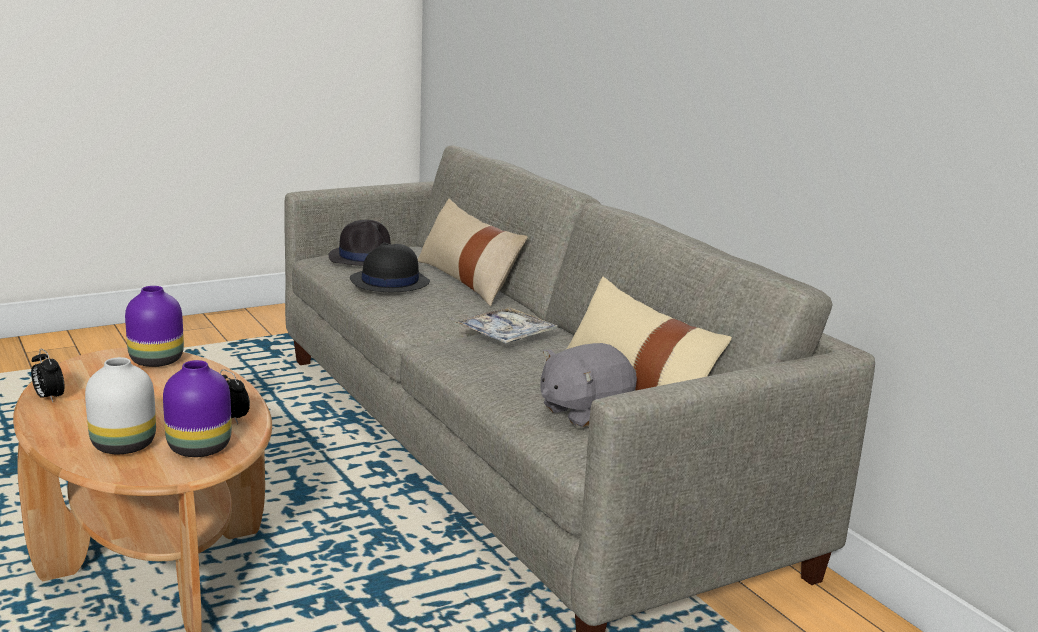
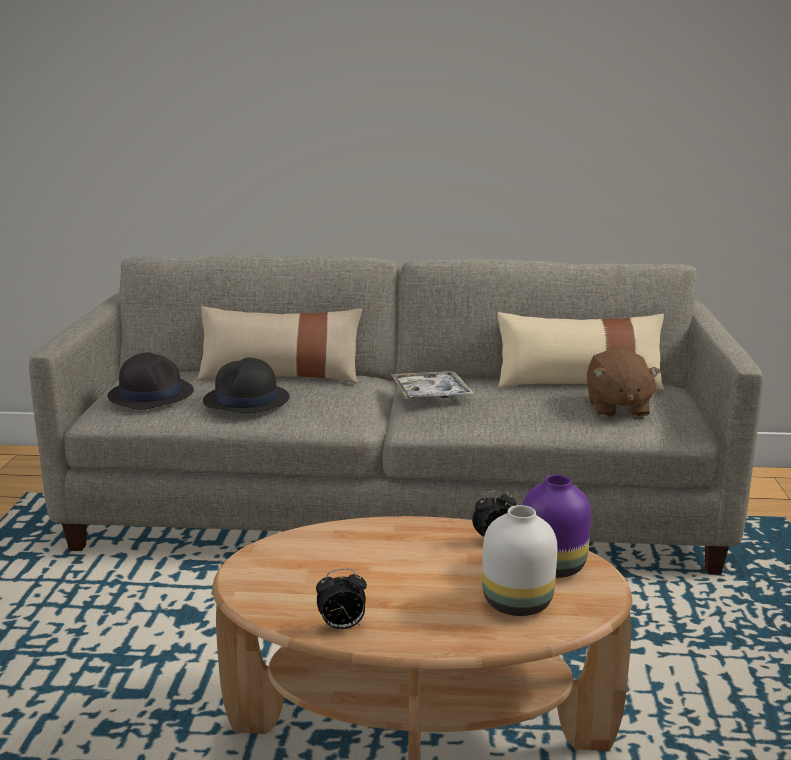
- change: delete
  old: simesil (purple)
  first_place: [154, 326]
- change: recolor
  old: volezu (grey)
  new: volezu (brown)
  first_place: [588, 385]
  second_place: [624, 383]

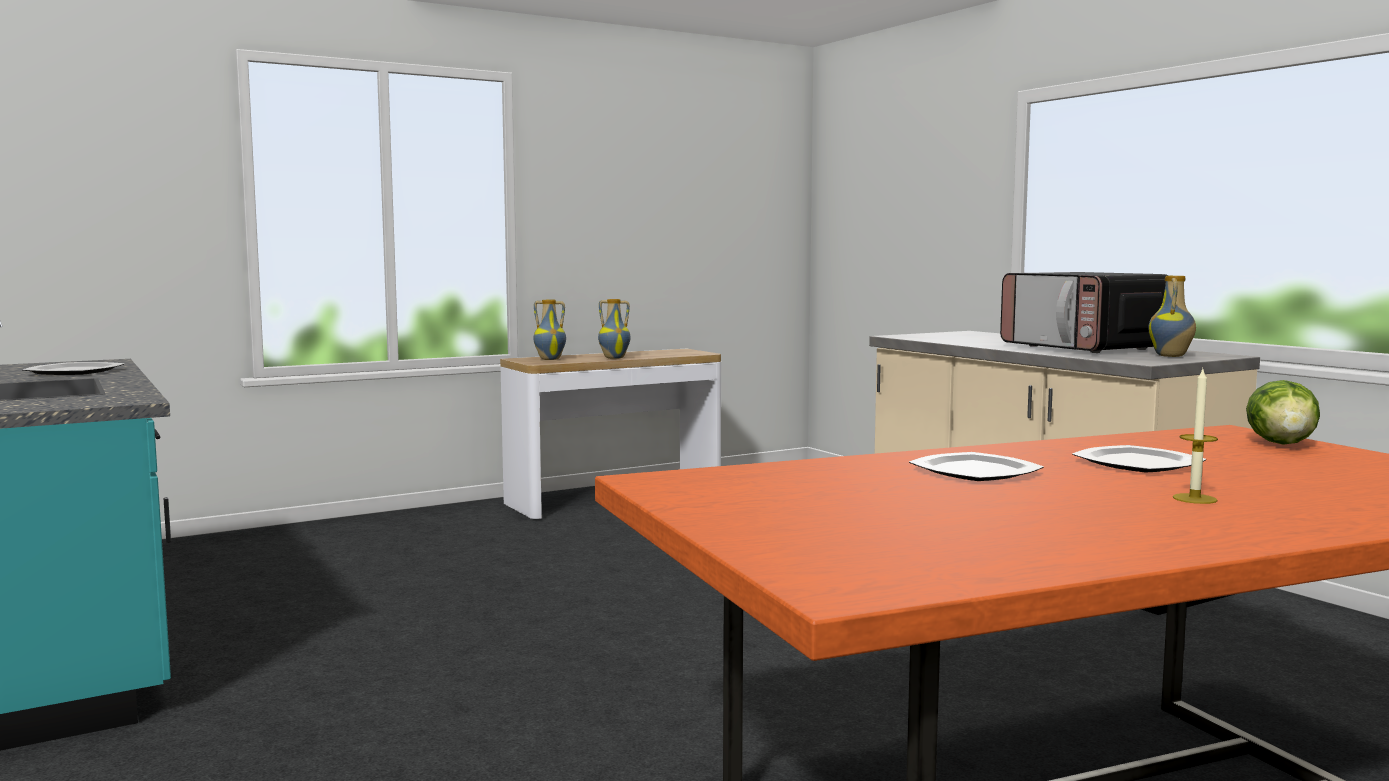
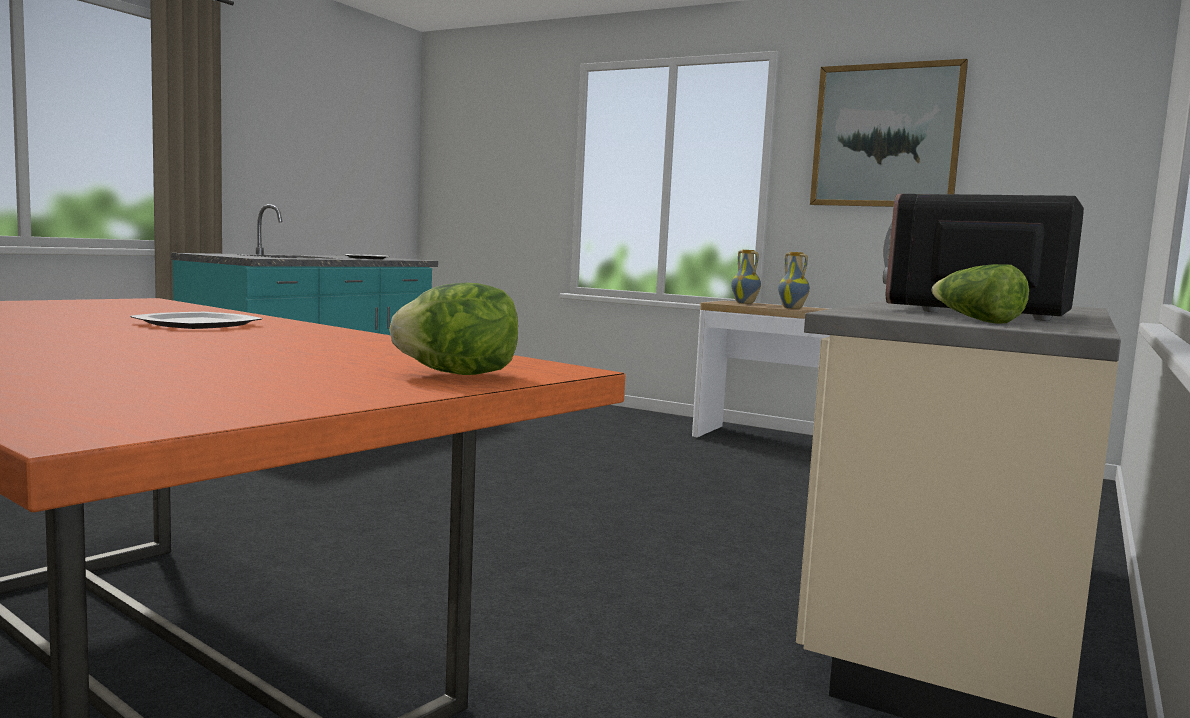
- change: replace
  old: simesil
  new: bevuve
  first_place: [1172, 316]
  second_place: [980, 294]
- change: delete
  old: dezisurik
  first_place: [1195, 436]
- change: delete
  old: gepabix
  first_place: [1139, 459]
- change: insert
  new: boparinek
  second_place: [889, 133]

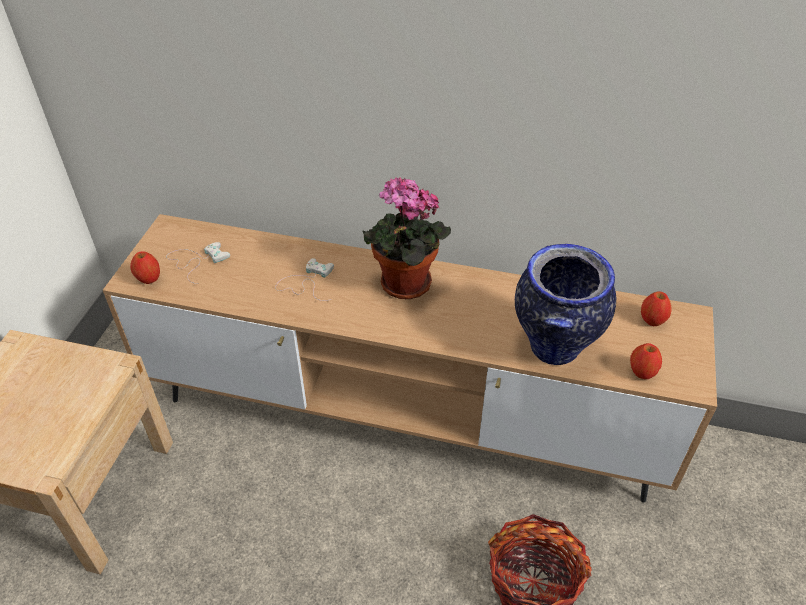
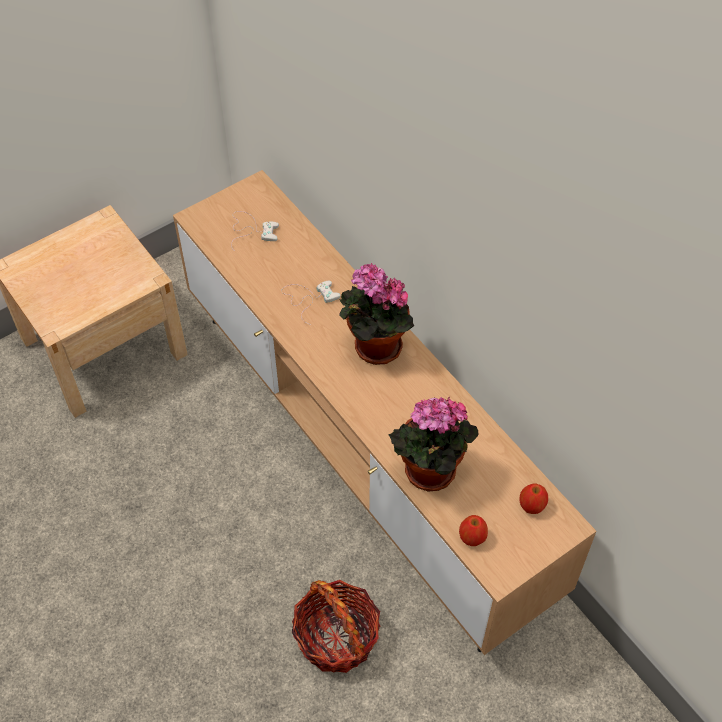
- change: replace
  old: simesil
  new: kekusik
  first_place: [565, 304]
  second_place: [433, 444]
- change: delete
  old: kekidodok
  first_place: [145, 267]

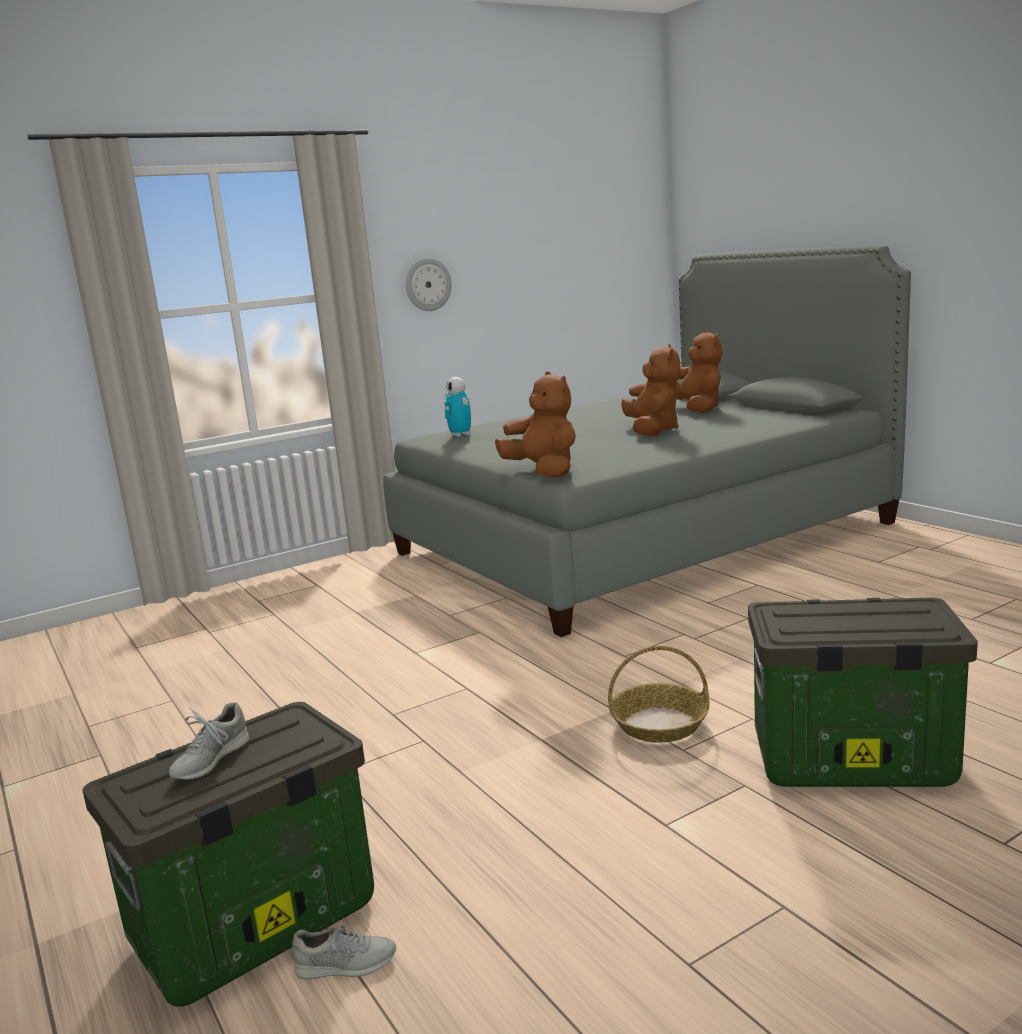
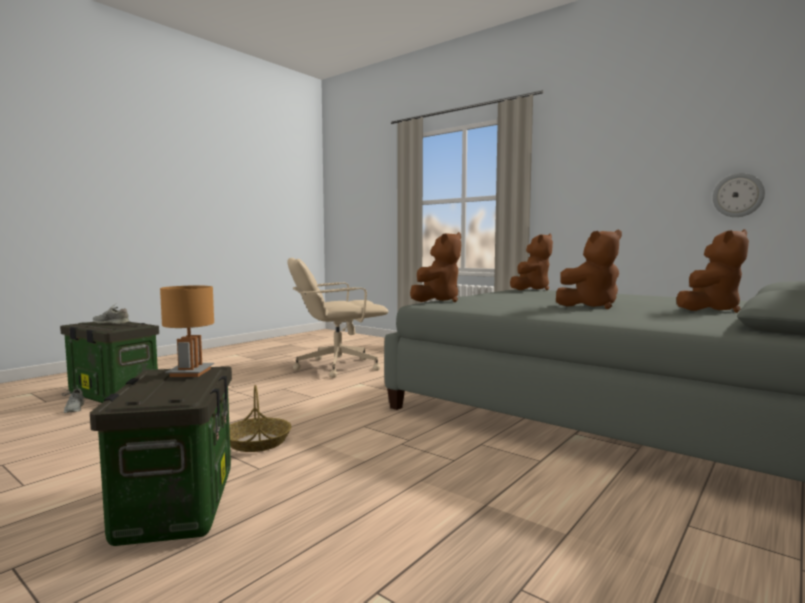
- change: move
  old: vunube
  first_place: [429, 284]
  second_place: [739, 195]
- change: replace
  old: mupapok
  new: volezu (brown)
  first_place: [458, 407]
  second_place: [531, 262]
- change: insert
  new: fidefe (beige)
  second_place: [337, 318]
- change: insert
  new: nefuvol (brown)
  second_place: [187, 331]

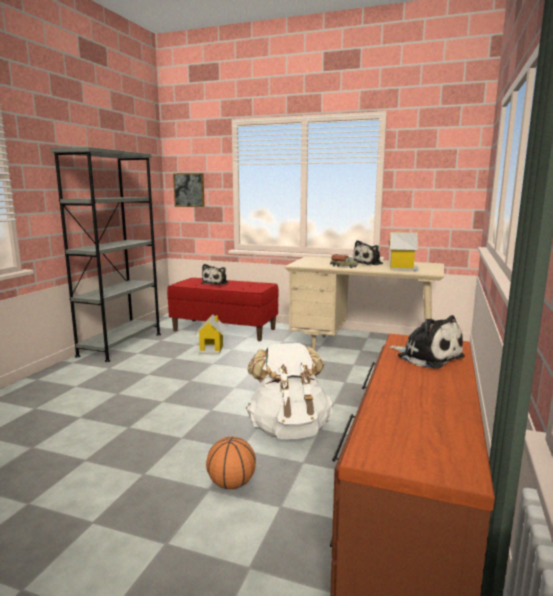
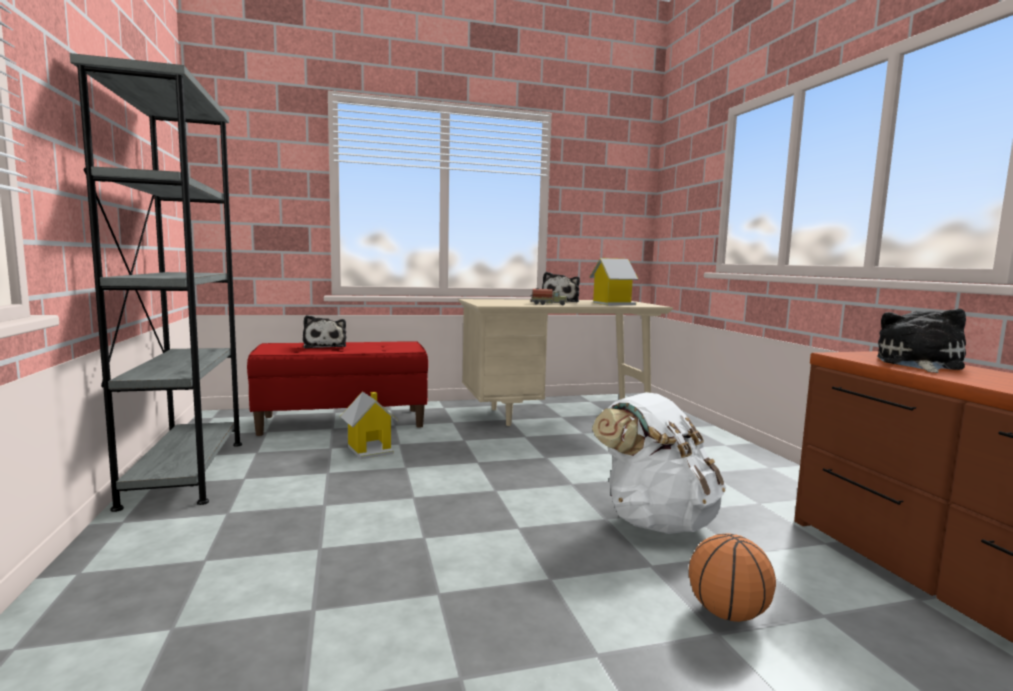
- change: delete
  old: boparinek
  first_place: [189, 190]
- change: rotate
  old: volezu
  first_place: [427, 342]
  second_place: [921, 341]
  degrees: -75

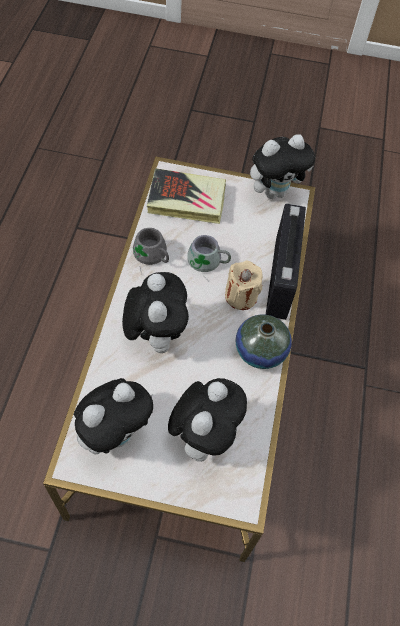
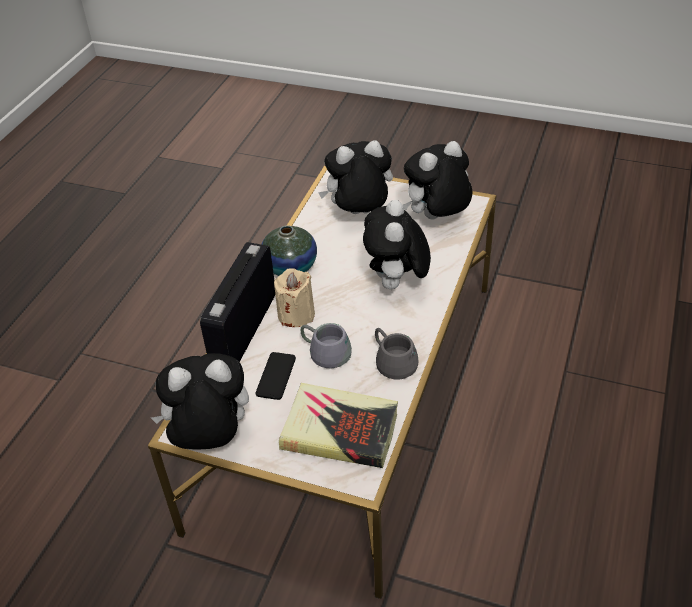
- change: rotate
  old: volezu
  first_place: [207, 420]
  second_place: [355, 177]
  degrees: 45
- change: insert
  new: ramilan
  second_place: [276, 376]

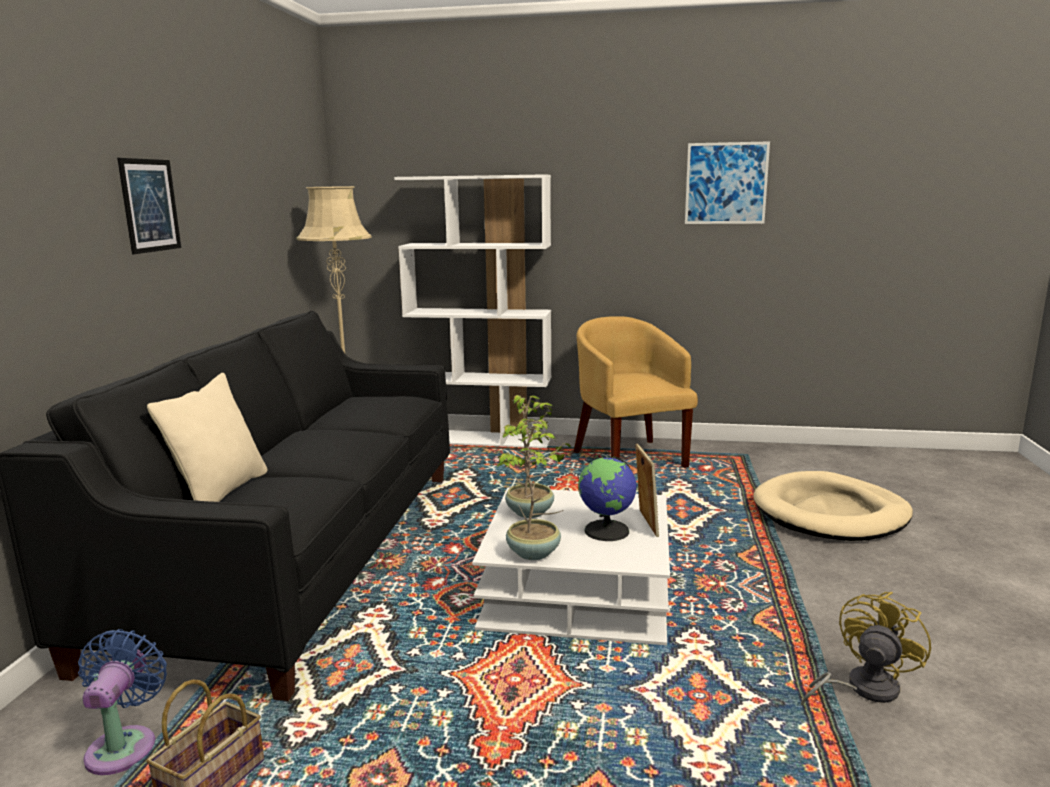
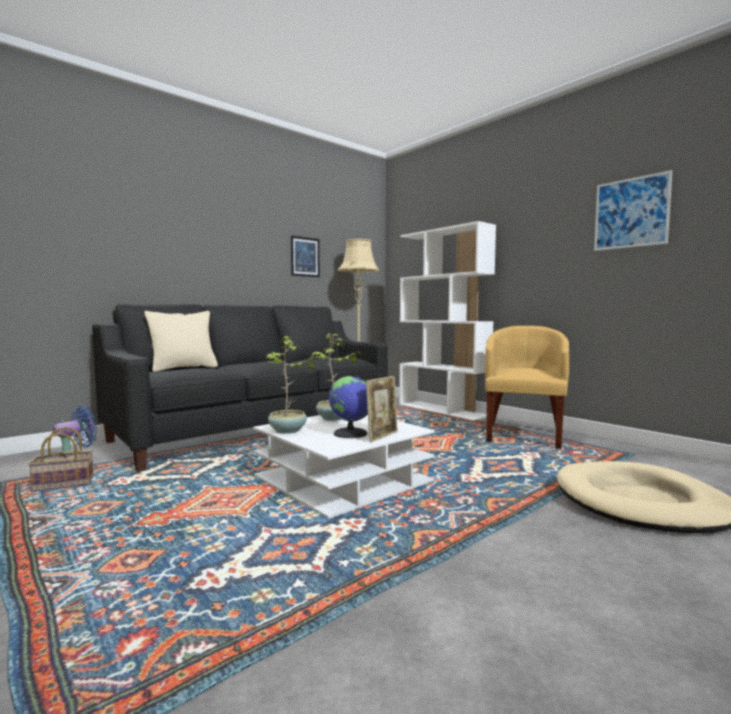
- change: move
  old: boparinek
  first_place: [149, 206]
  second_place: [305, 256]
- change: delete
  old: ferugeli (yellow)
  first_place: [866, 649]

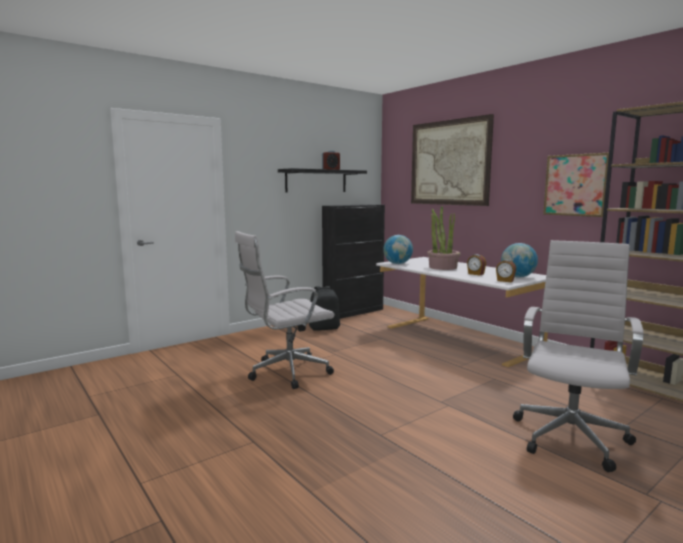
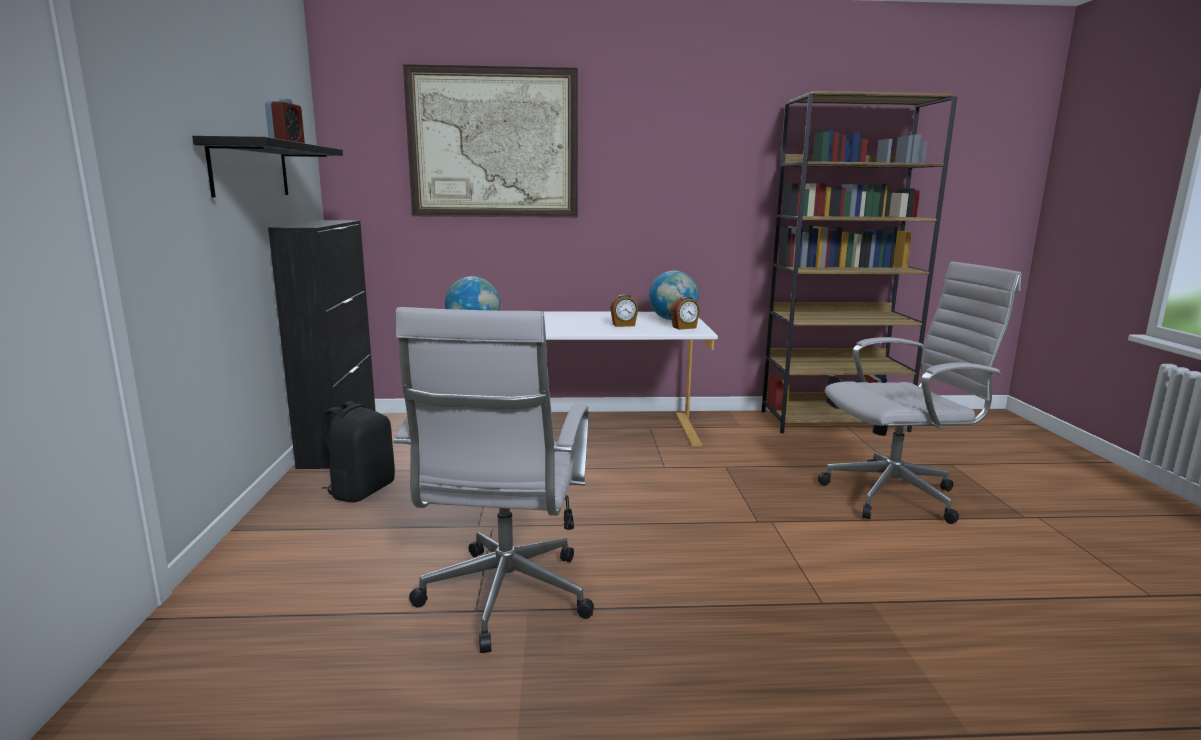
- change: delete
  old: boparinek
  first_place: [576, 185]
- change: delete
  old: kekusik
  first_place: [444, 238]
- change: rotate
  old: fidefe (white)
  first_place: [578, 356]
  second_place: [920, 392]
  degrees: 105

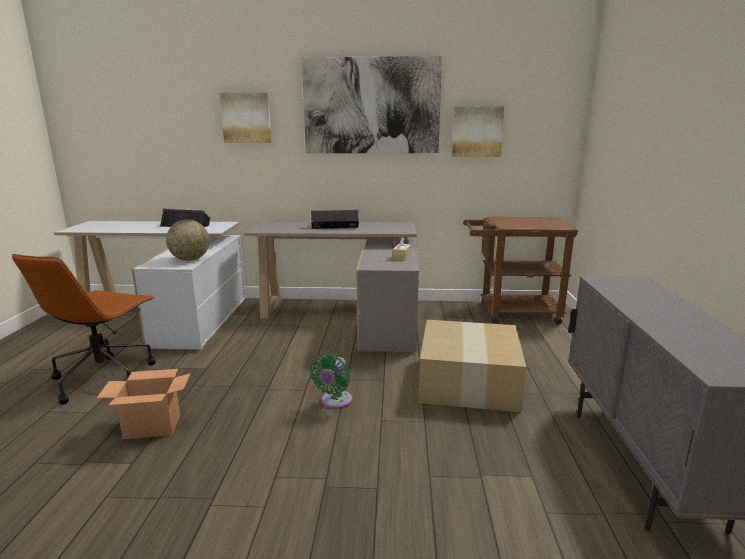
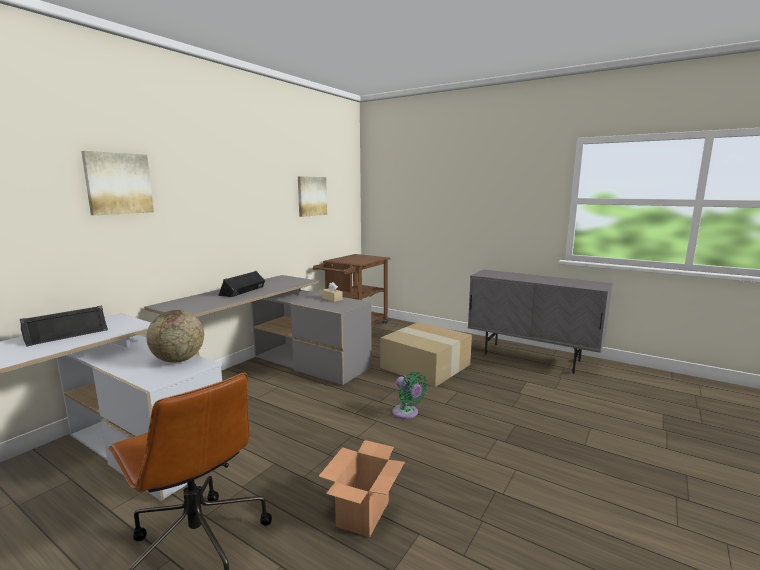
- change: delete
  old: boparinek
  first_place: [372, 104]

